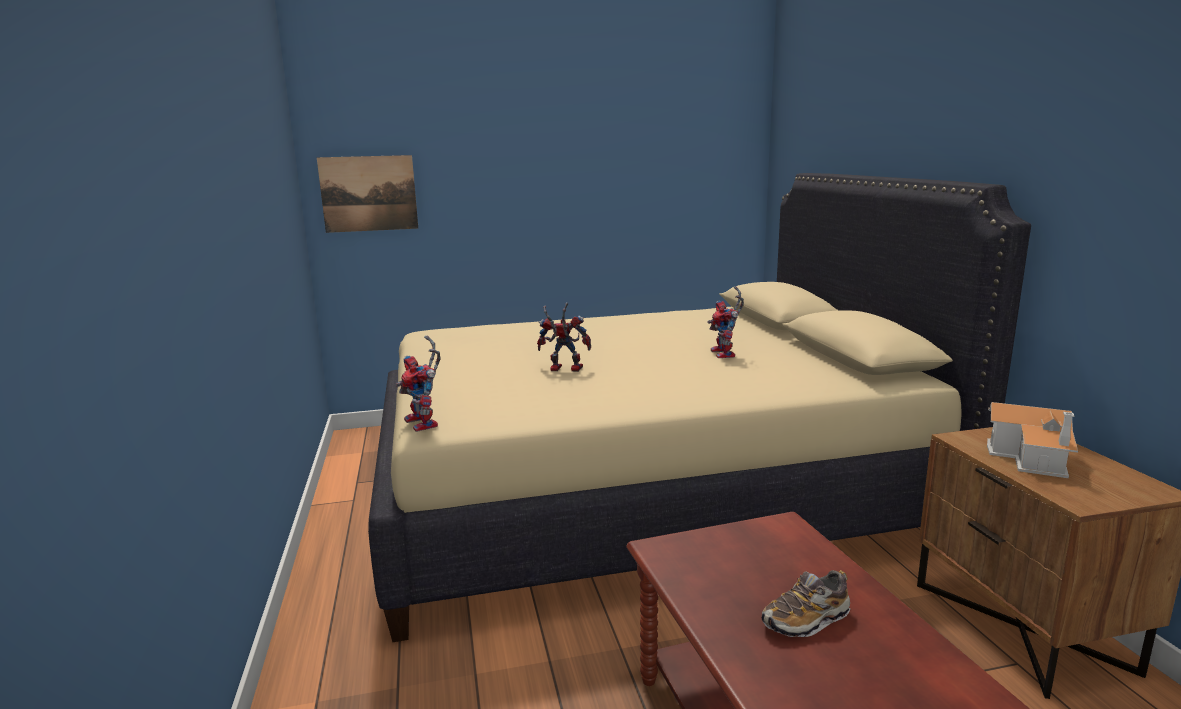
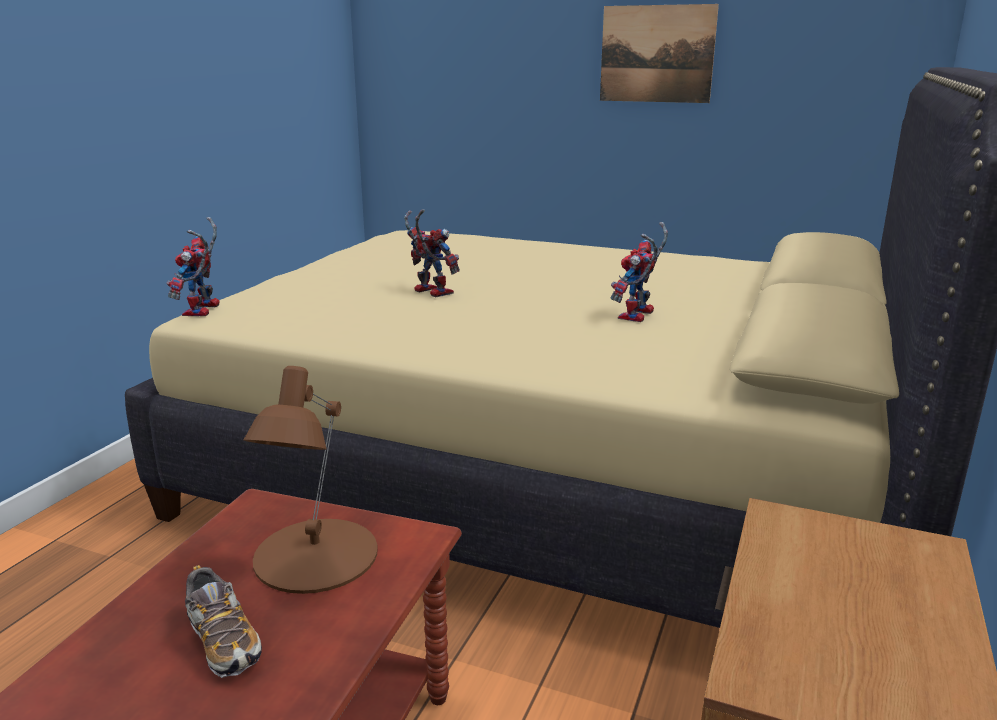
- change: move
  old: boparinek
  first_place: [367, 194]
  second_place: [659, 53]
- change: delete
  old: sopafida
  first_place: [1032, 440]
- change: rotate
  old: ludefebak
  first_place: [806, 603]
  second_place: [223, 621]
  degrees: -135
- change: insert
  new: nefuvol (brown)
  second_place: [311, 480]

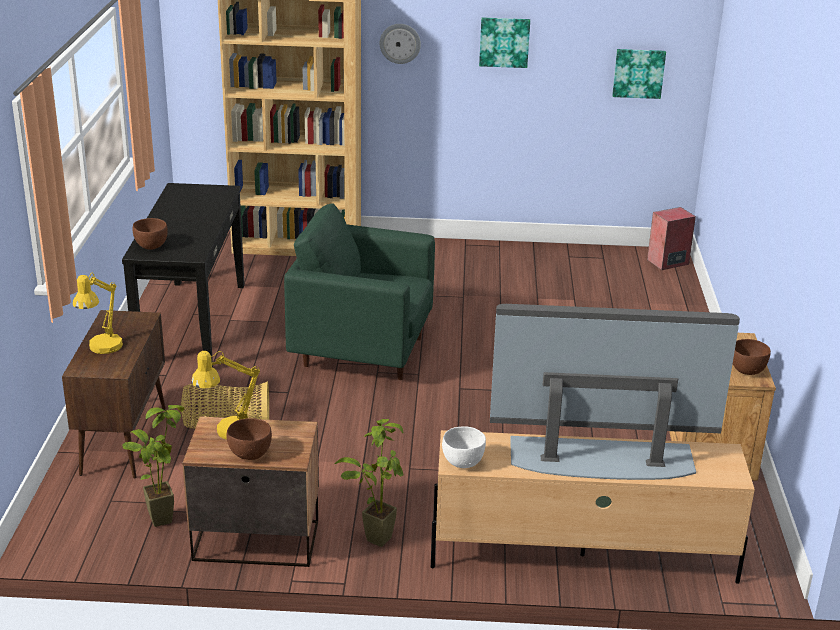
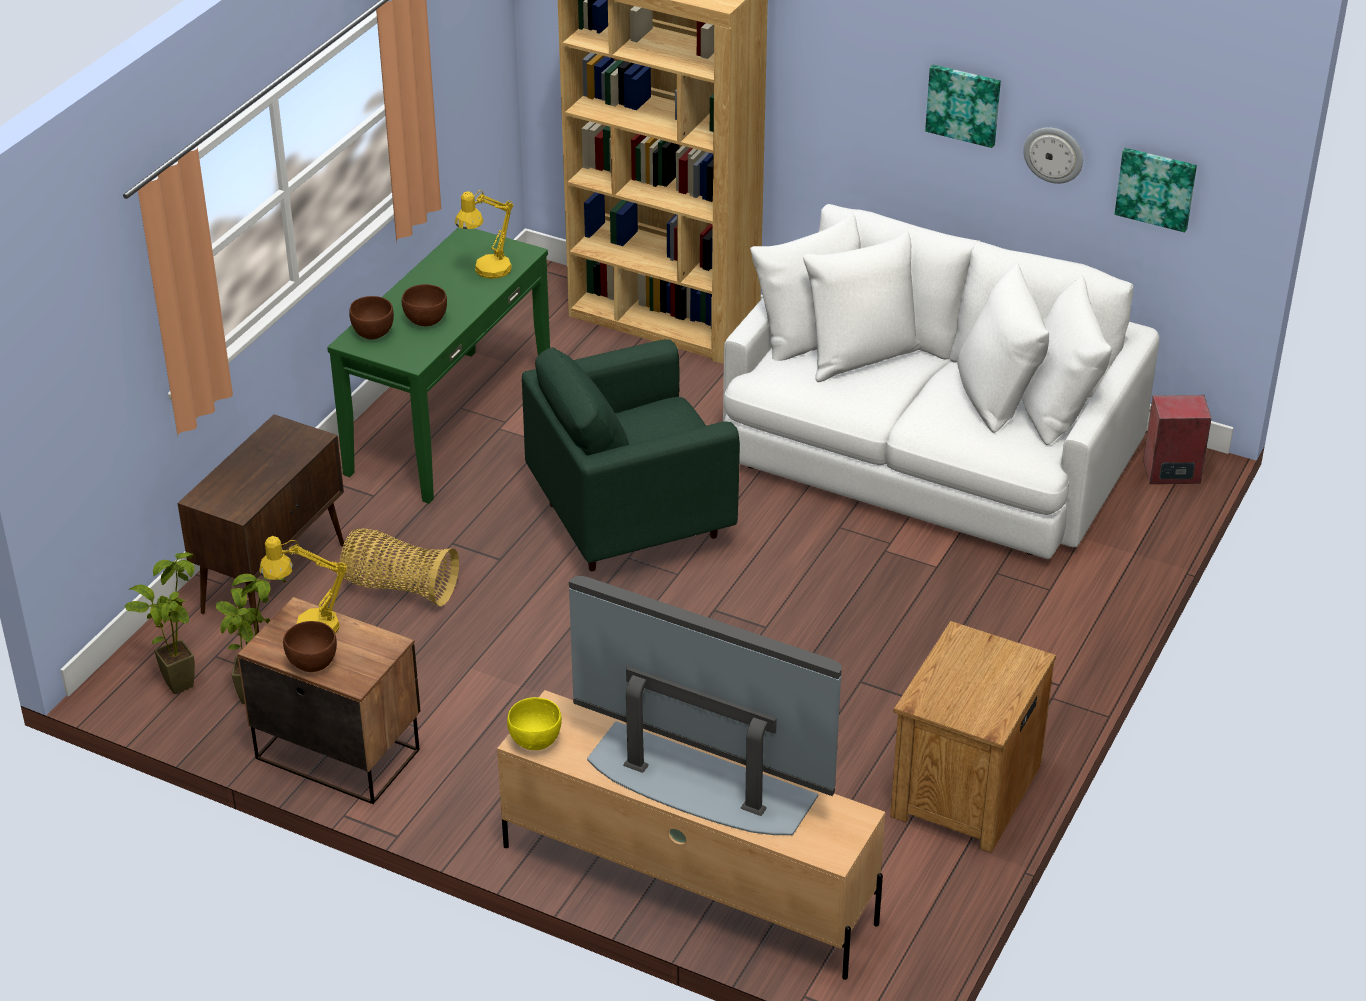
- change: move
  old: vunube
  first_place: [400, 44]
  second_place: [1053, 155]
- change: recolor
  old: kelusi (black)
  new: kelusi (green)
  first_place: [183, 275]
  second_place: [438, 365]
- change: rotate
  old: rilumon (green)
  first_place: [359, 291]
  second_place: [631, 455]
  degrees: -60
- change: move
  old: nefuvol (yellow)
  first_place: [98, 313]
  second_place: [484, 234]
- change: move
  old: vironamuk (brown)
  first_place: [752, 357]
  second_place: [424, 305]
- change: move
  old: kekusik
  first_place: [369, 483]
  second_place: [159, 623]
- change: recolor
  old: vironamuk (white)
  new: vironamuk (yellow)
  first_place: [464, 447]
  second_place: [534, 723]
- change: insert
  new: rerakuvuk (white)
  second_place: [941, 381]

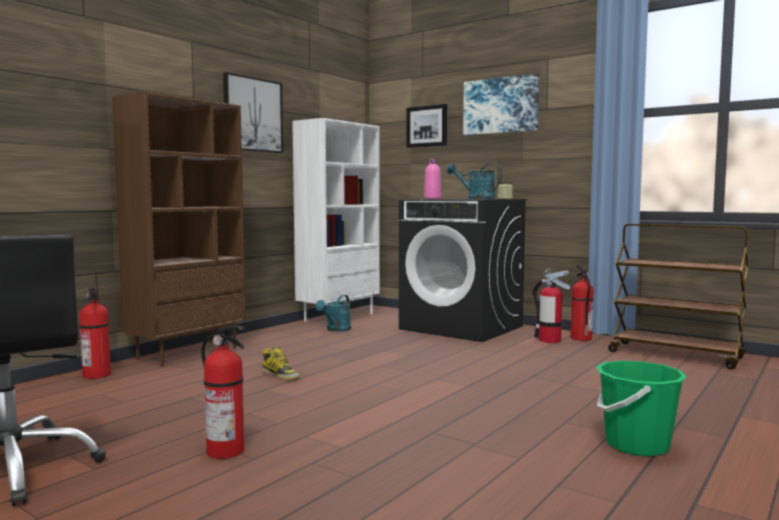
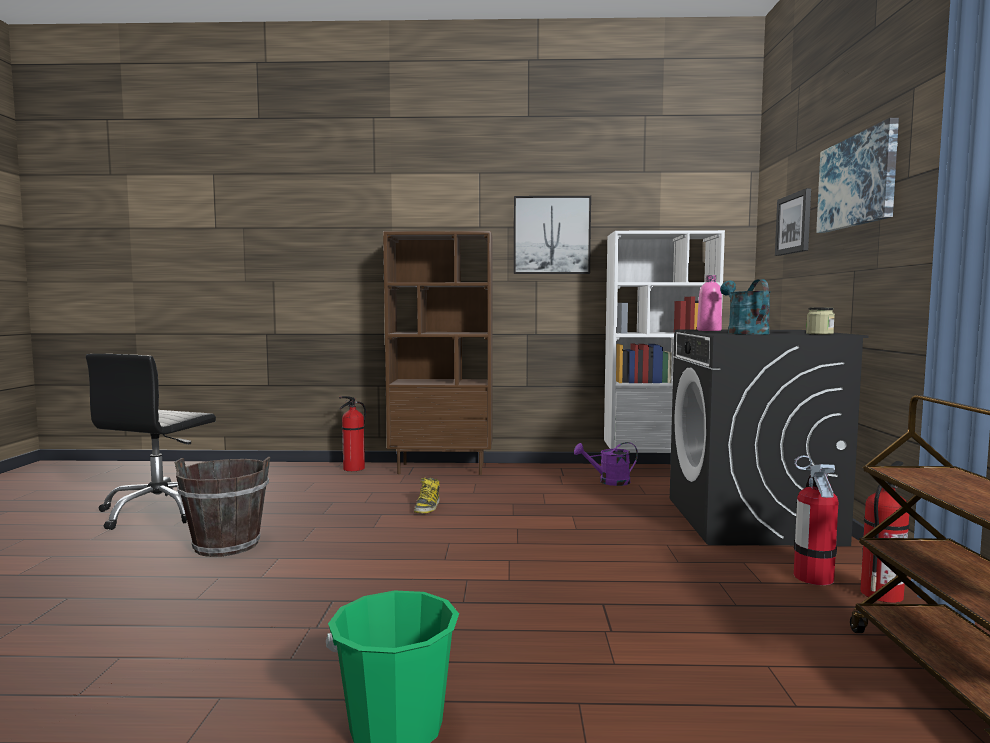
- change: recolor
  old: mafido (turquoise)
  new: mafido (purple)
  first_place: [333, 313]
  second_place: [606, 464]
- change: replace
  old: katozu
  new: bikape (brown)
  first_place: [223, 392]
  second_place: [222, 507]

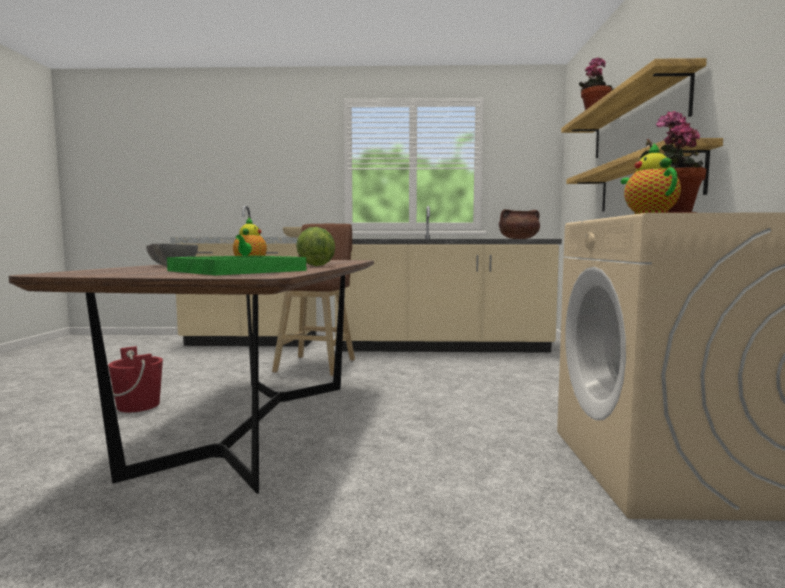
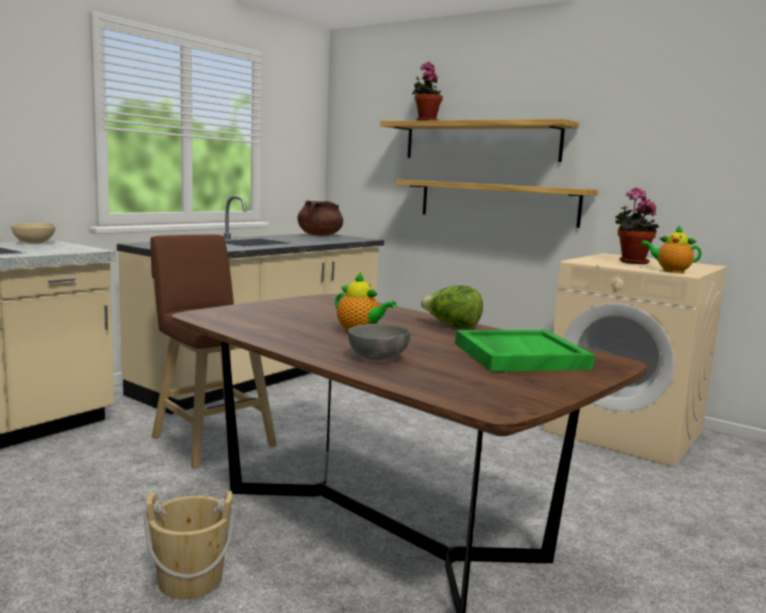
- change: recolor
  old: bikape (red)
  new: bikape (beige)
  first_place: [135, 379]
  second_place: [189, 545]

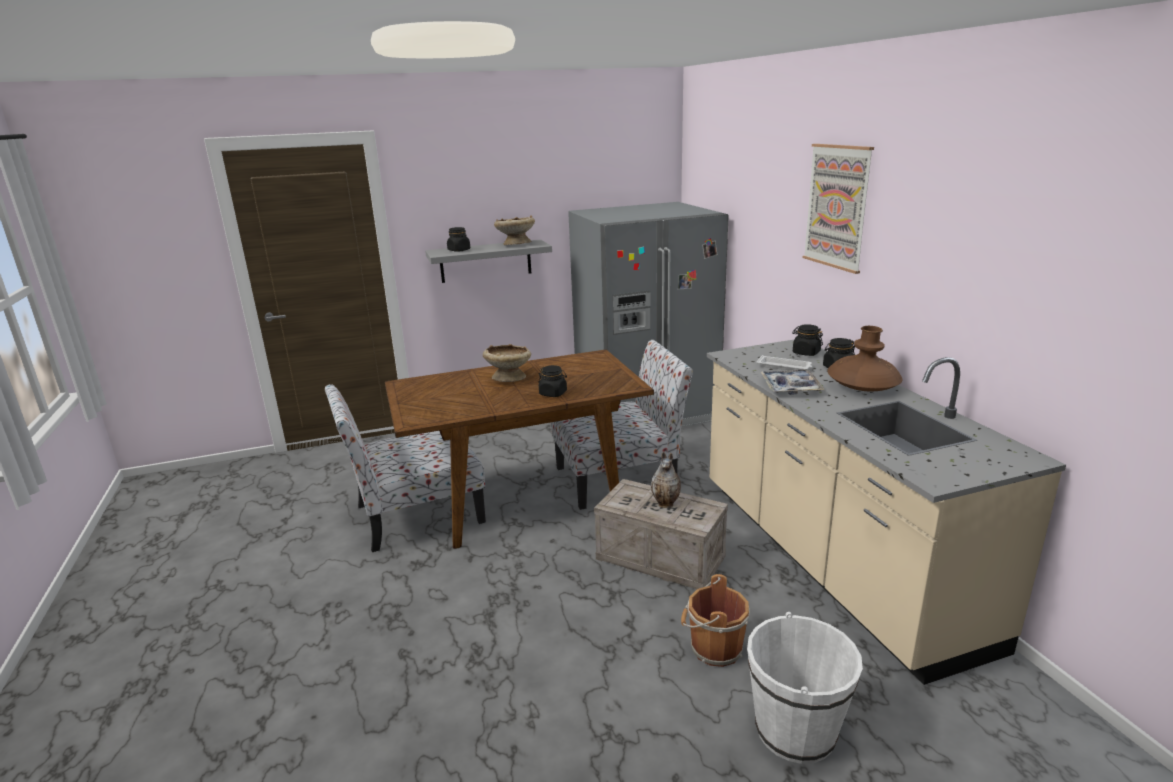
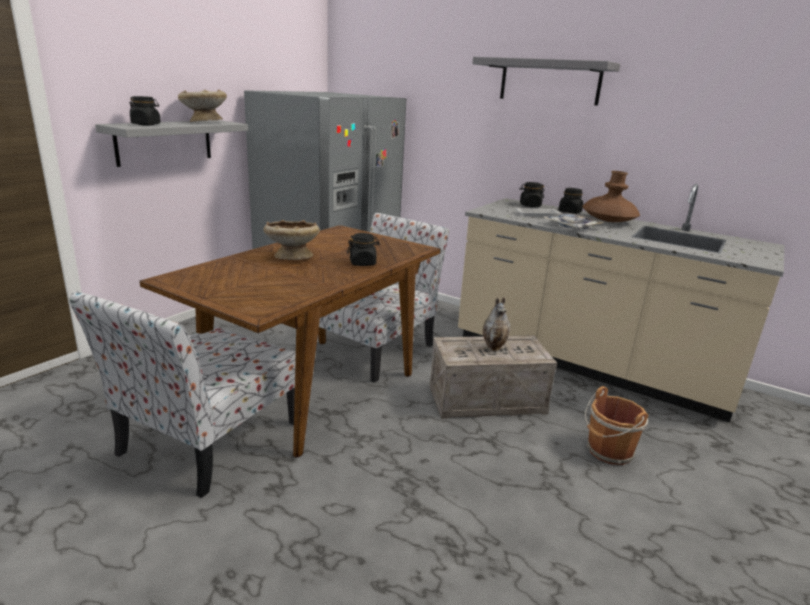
- change: replace
  old: boparinek
  new: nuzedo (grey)
  first_place: [838, 209]
  second_place: [546, 81]
- change: delete
  old: bikape (white)
  first_place: [805, 688]

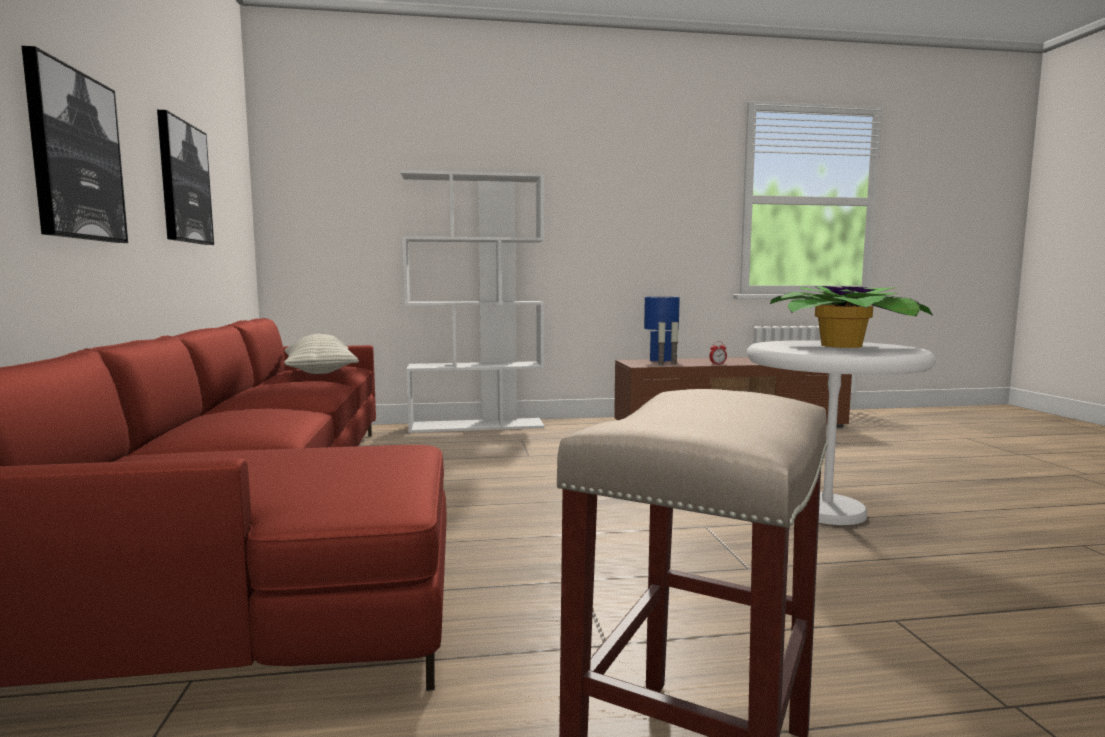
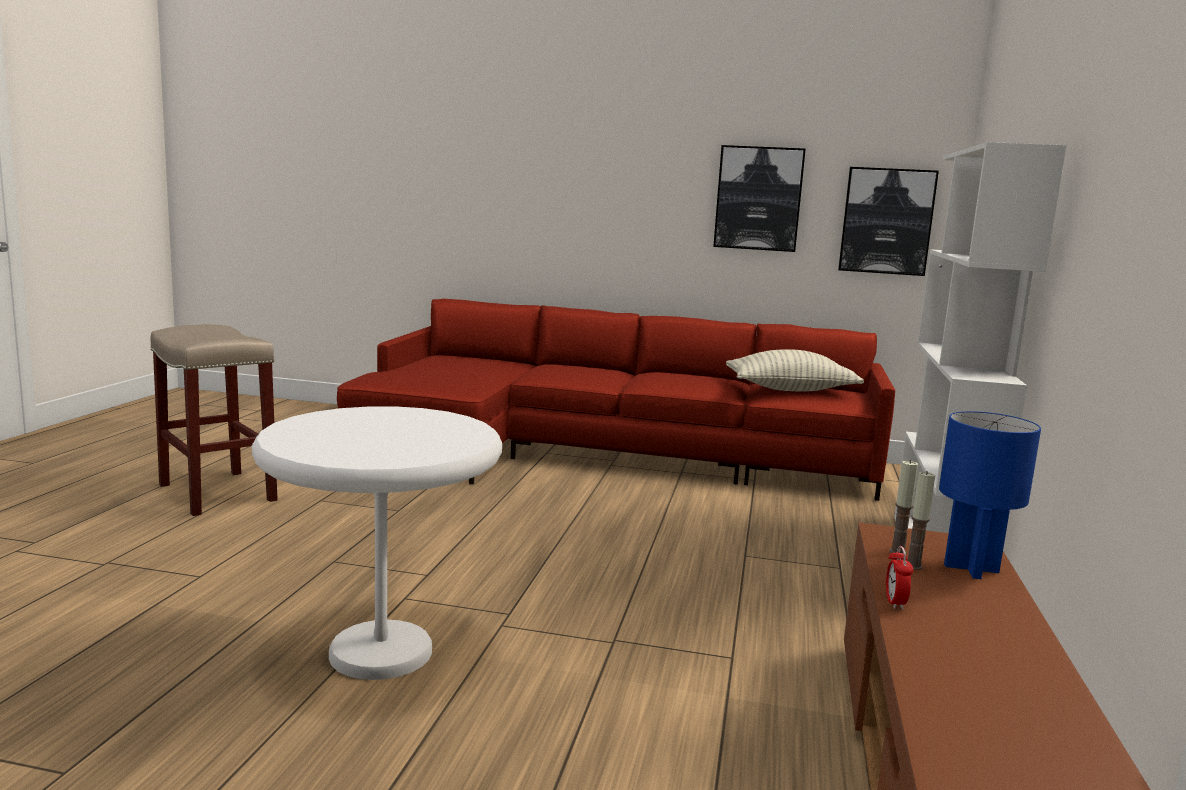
- change: move
  old: boparinek
  first_place: [75, 144]
  second_place: [888, 221]
- change: delete
  old: kekusik
  first_place: [851, 317]

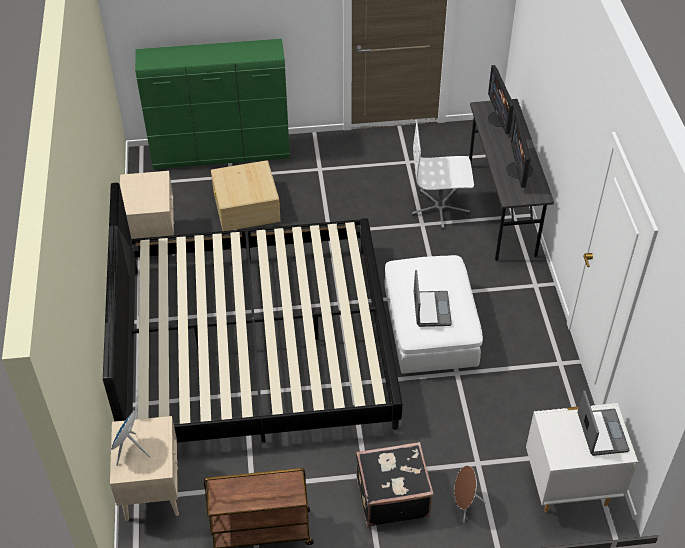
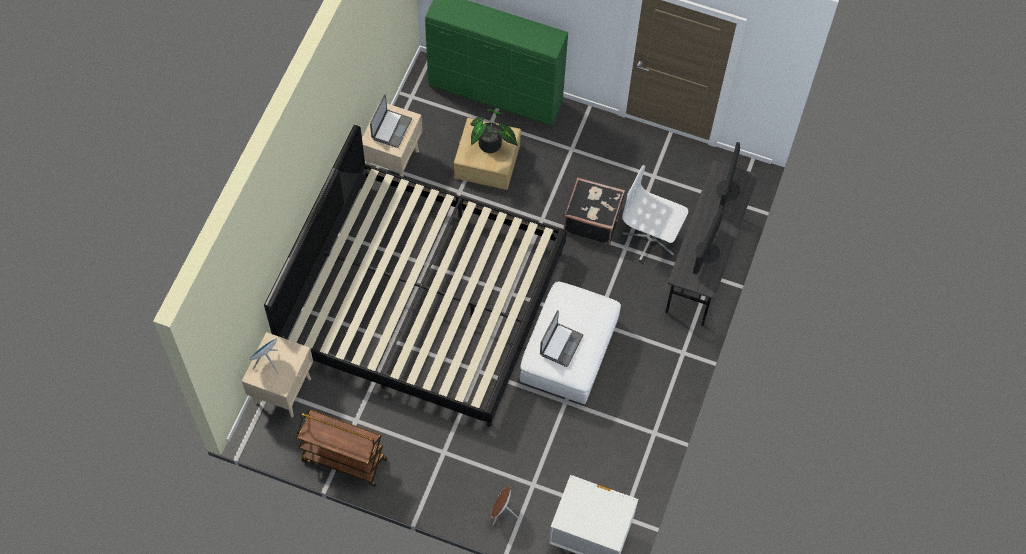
- change: move
  old: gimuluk
  first_place: [603, 423]
  second_place: [391, 121]
- change: move
  old: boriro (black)
  first_place: [395, 484]
  second_place: [594, 210]
- change: insert
  new: kekusik
  second_place: [493, 131]

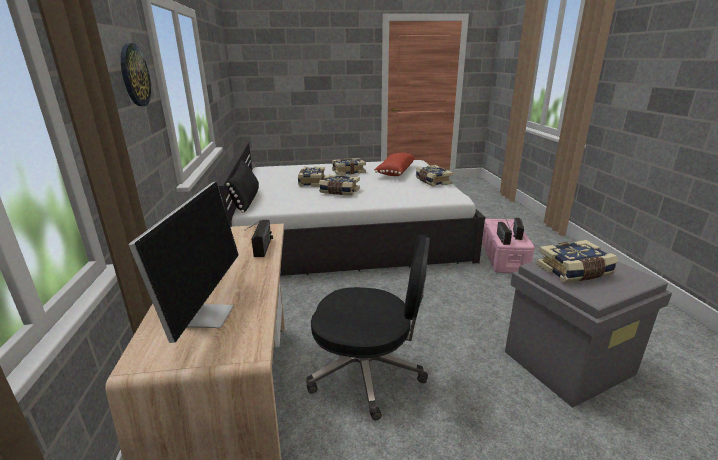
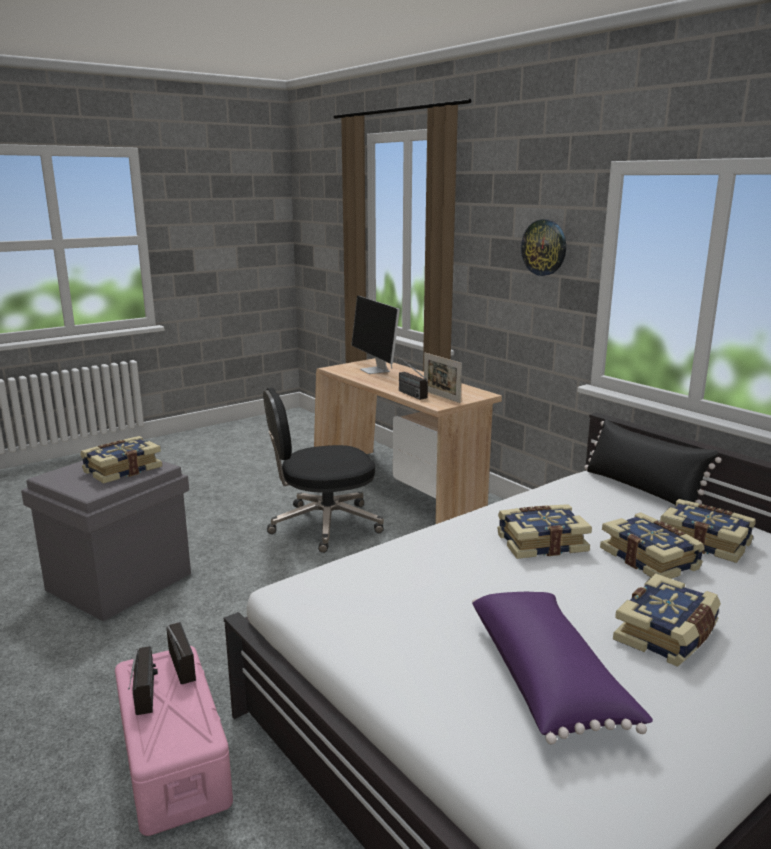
- change: recolor
  old: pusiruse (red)
  new: pusiruse (purple)
  first_place: [394, 164]
  second_place: [562, 668]
- change: move
  old: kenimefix
  first_place: [434, 175]
  second_place: [708, 531]
- change: insert
  new: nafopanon
  second_place: [443, 378]

